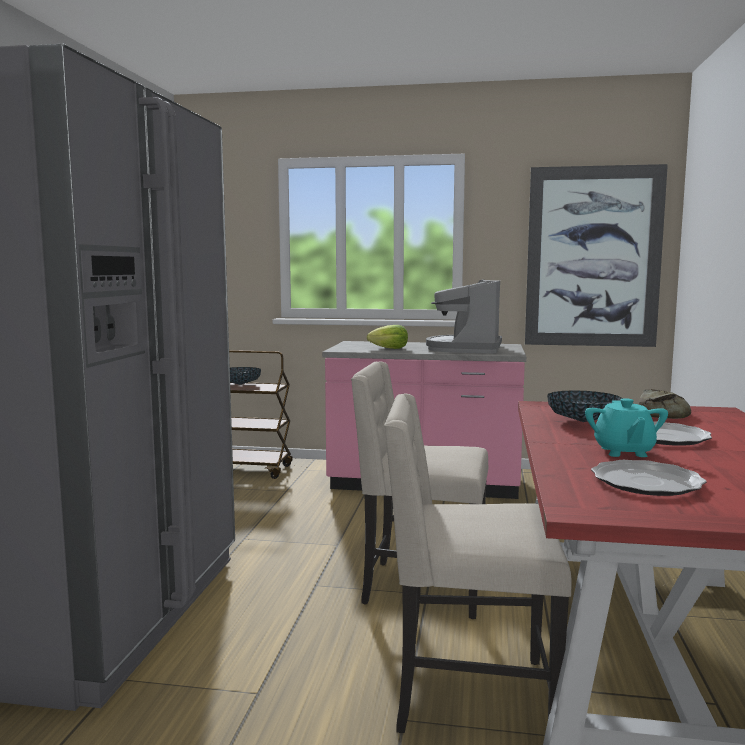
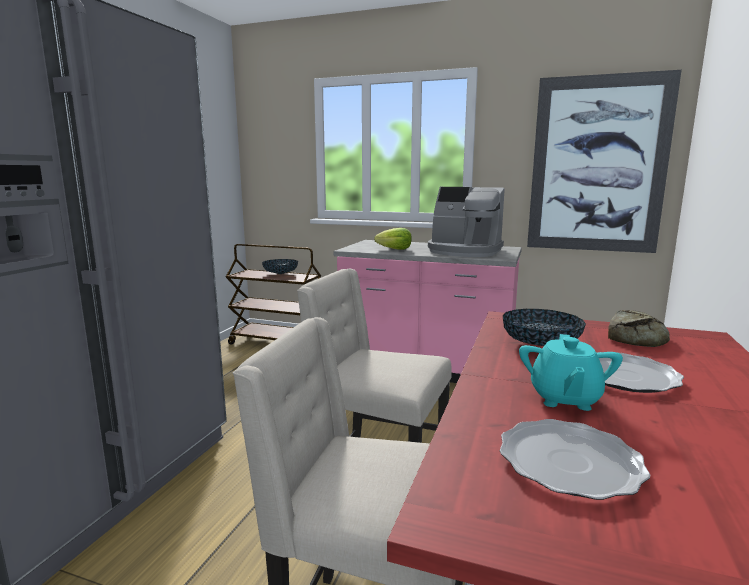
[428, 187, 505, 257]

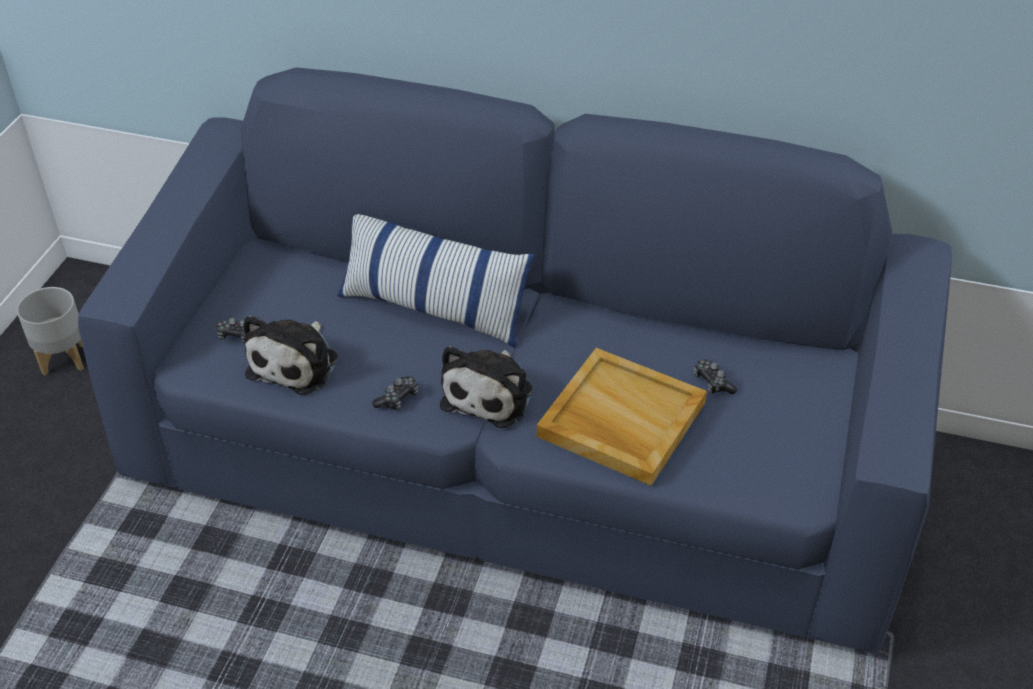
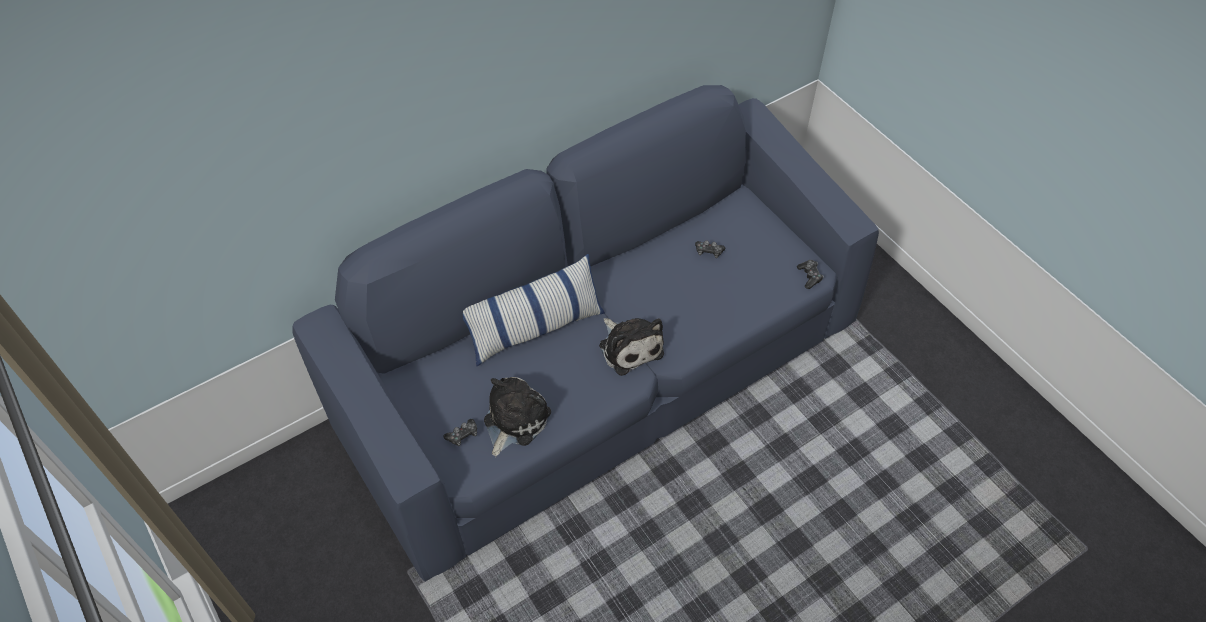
[17, 287, 84, 375] (first image)
[484, 377, 551, 457]
[797, 260, 823, 289]
[537, 348, 707, 486] (first image)

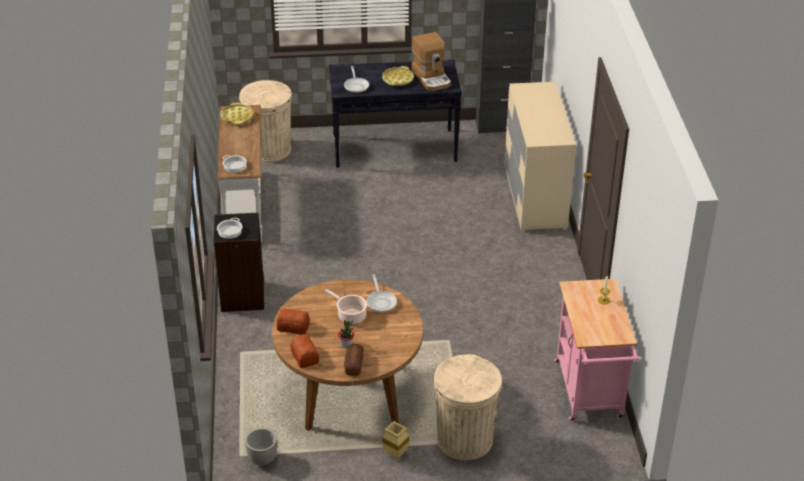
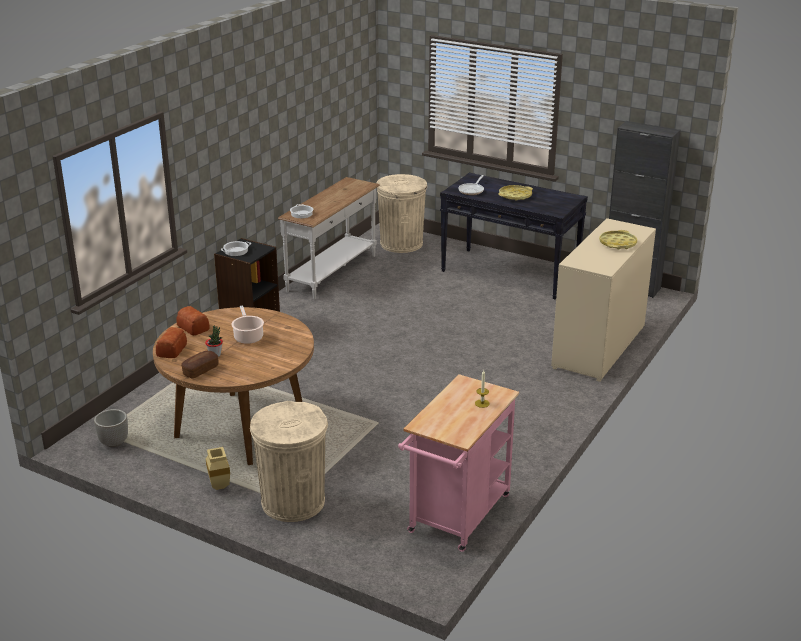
[599, 230, 637, 249]
[366, 275, 397, 312] (first image)
[412, 32, 451, 91] (first image)

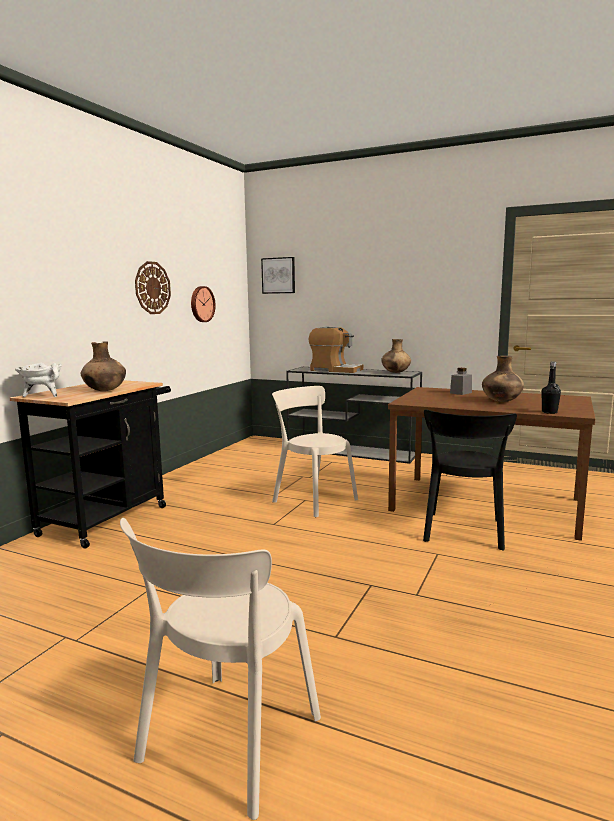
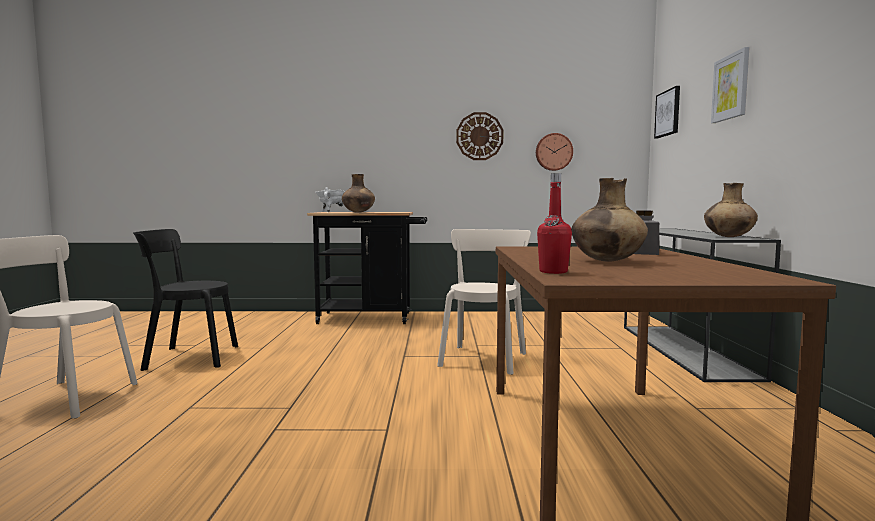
[309, 326, 363, 373] (first image)
[133, 229, 238, 371]
[537, 173, 572, 274]
[711, 47, 749, 123]

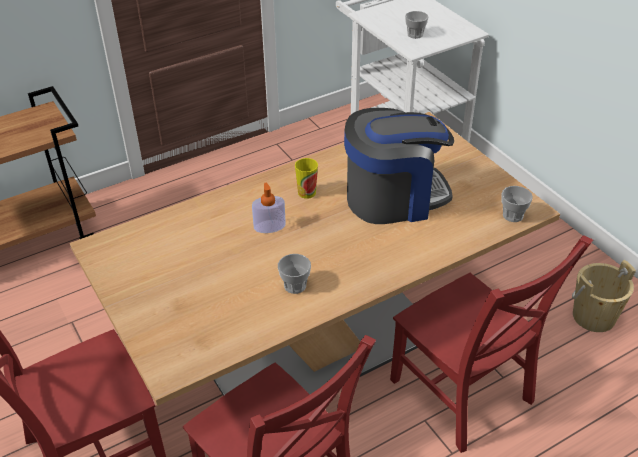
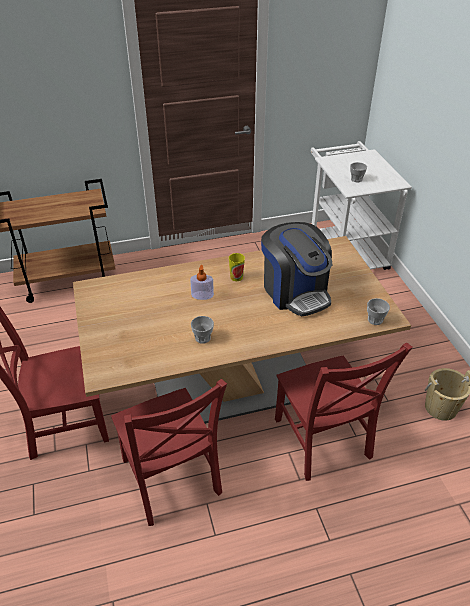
[261, 222, 333, 316]

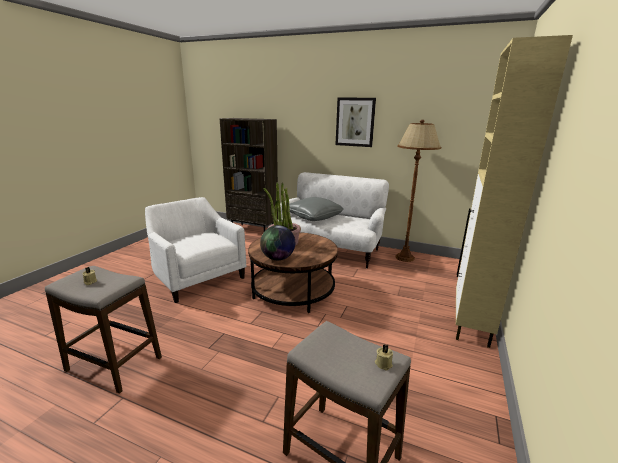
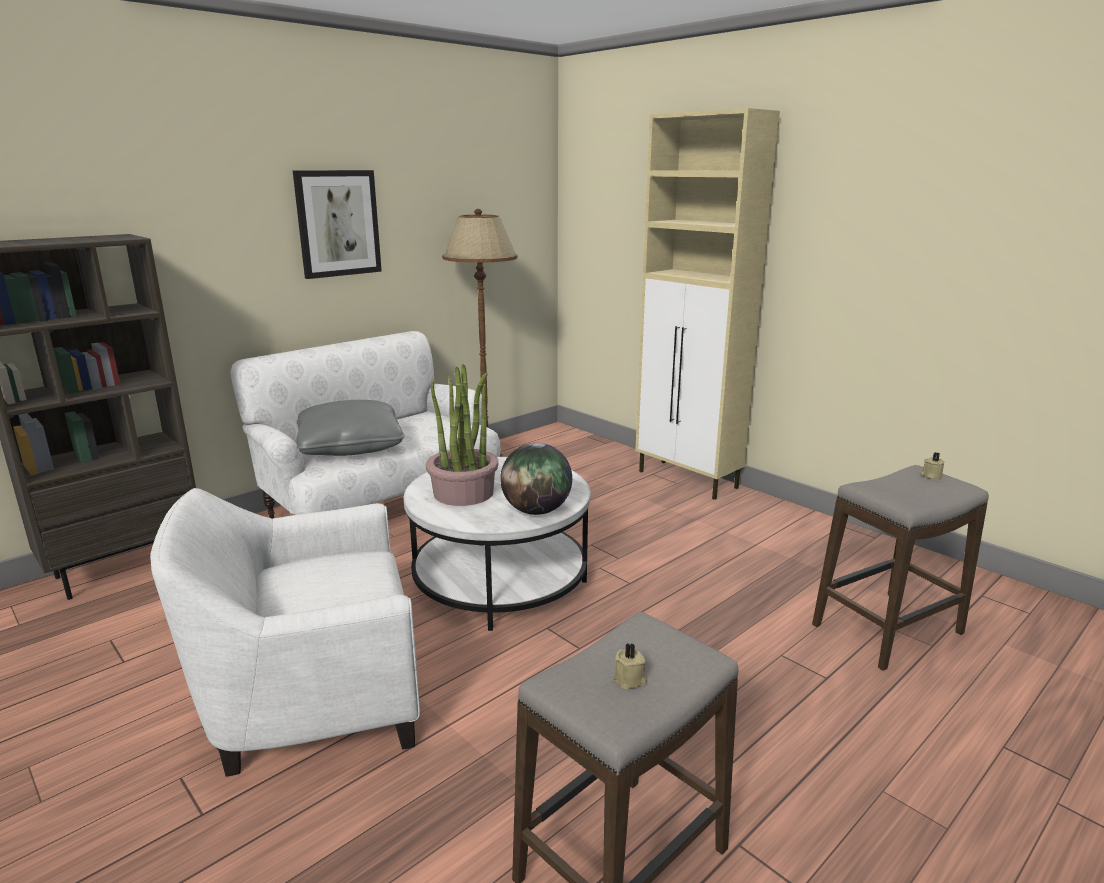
[403, 457, 590, 631]

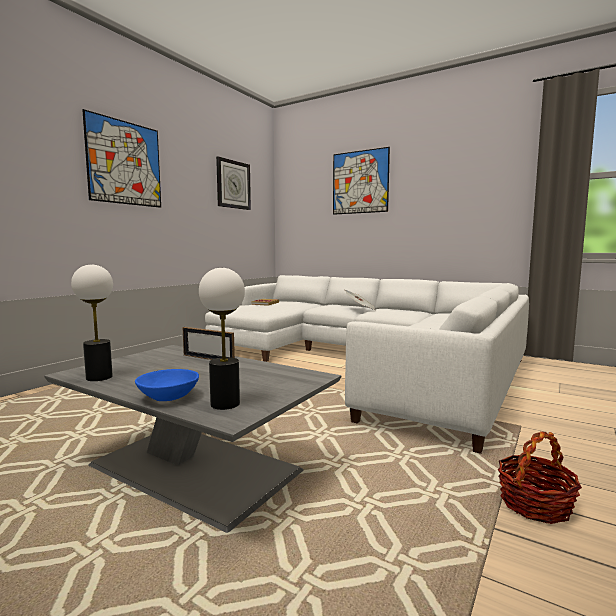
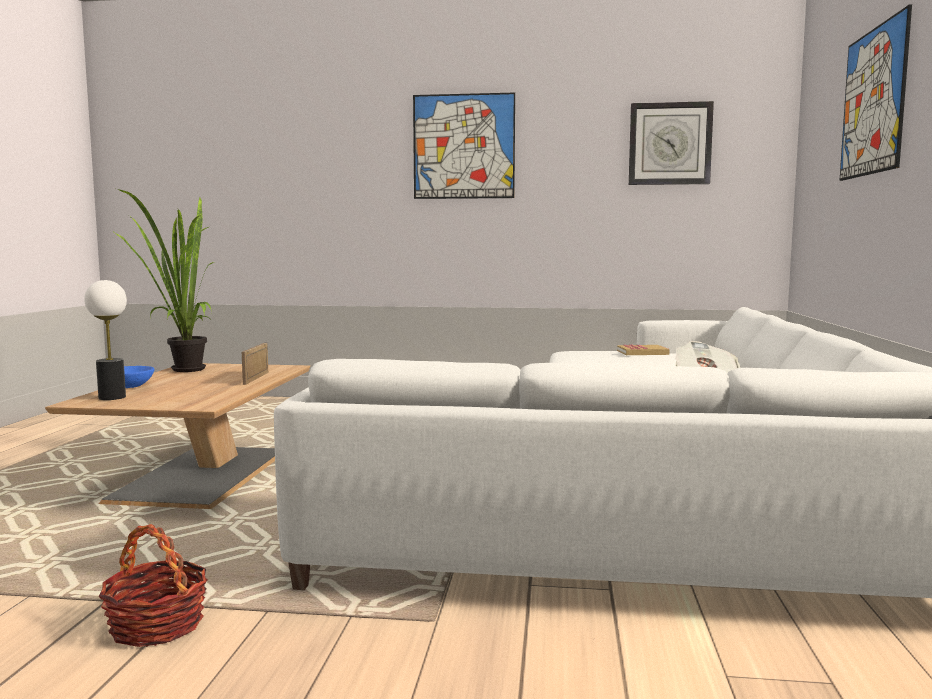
[45, 363, 310, 509]
[114, 189, 214, 372]

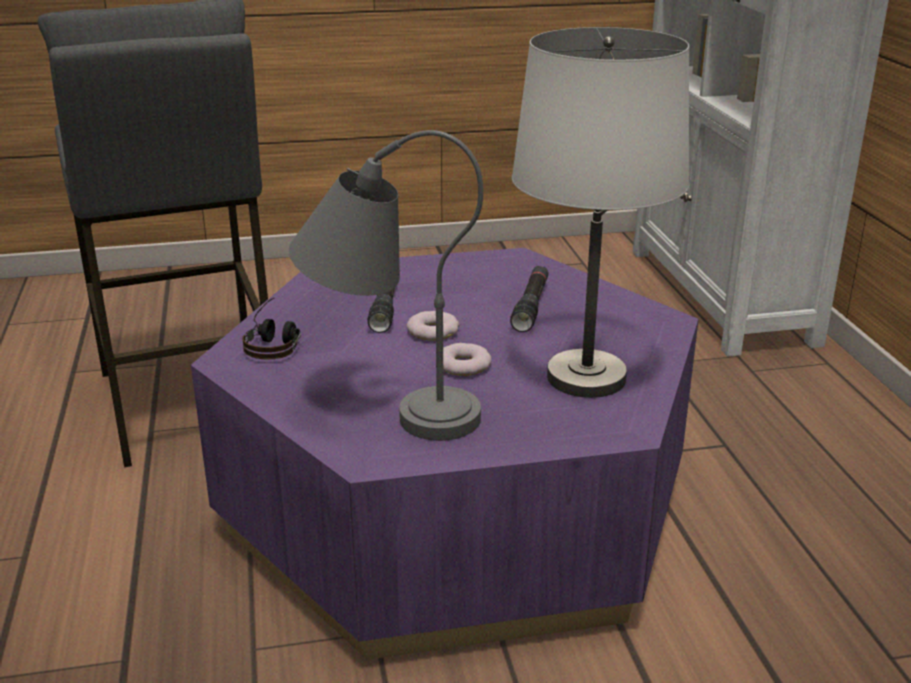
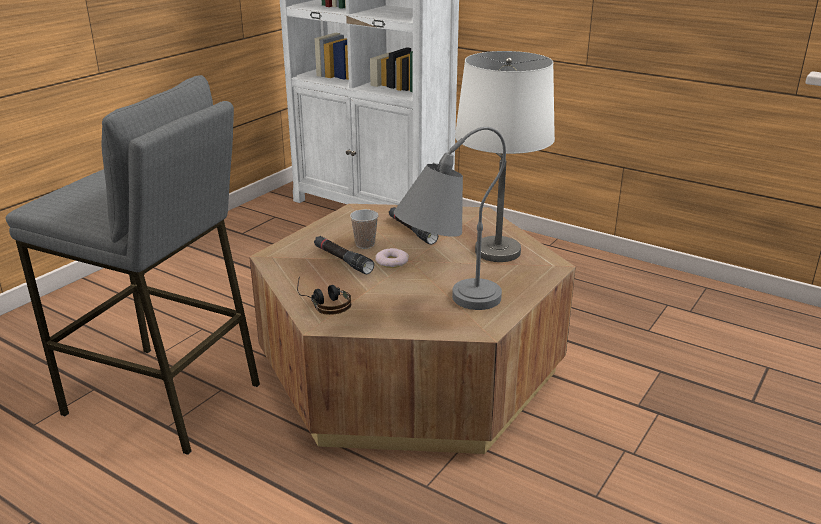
[249, 204, 576, 454]
[443, 343, 492, 376] (first image)
[350, 209, 379, 249]

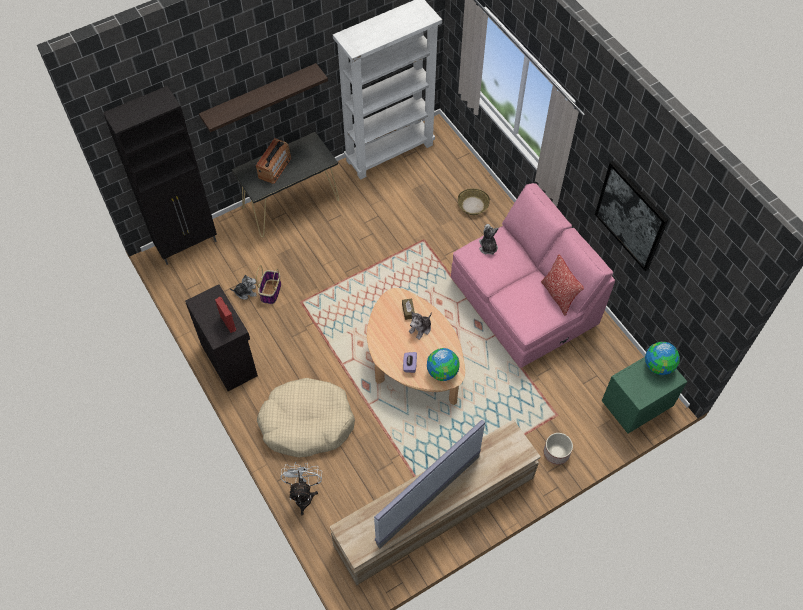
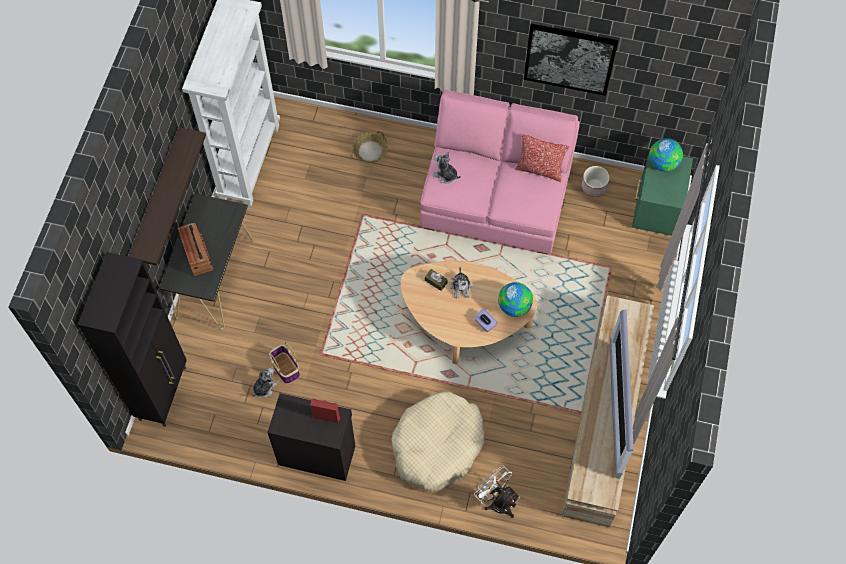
[581, 166, 610, 197]

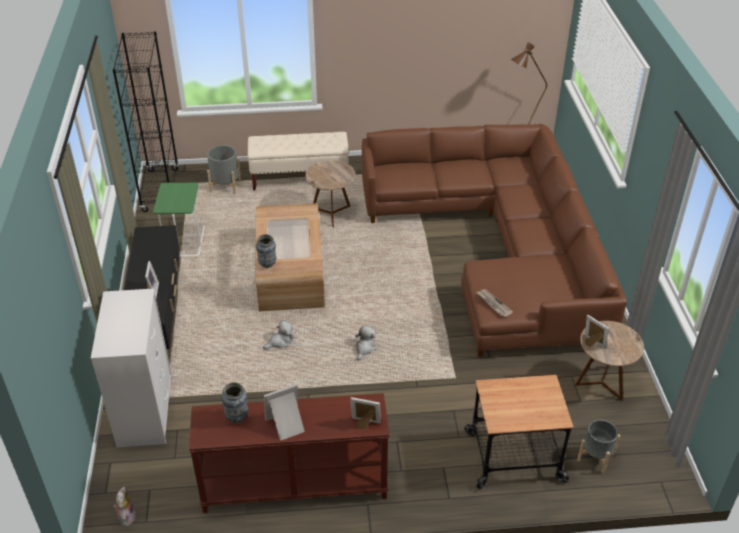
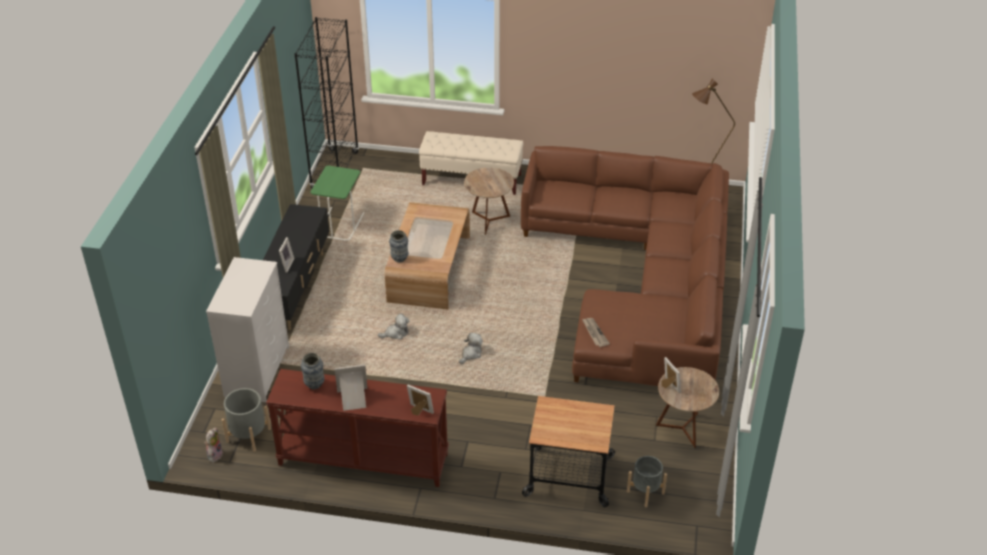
[222, 388, 271, 452]

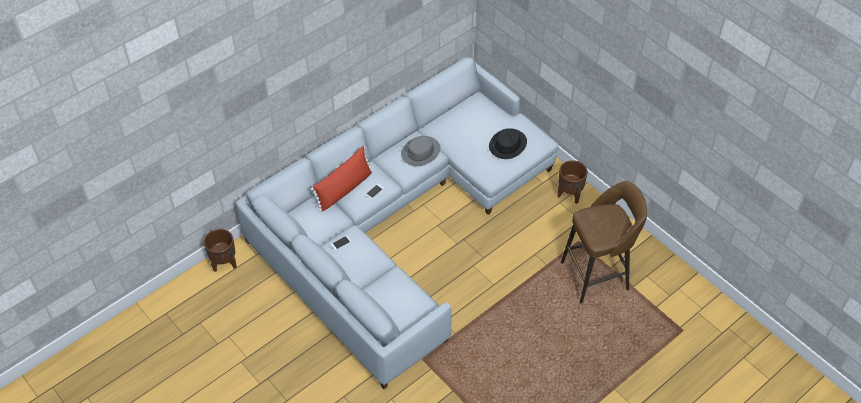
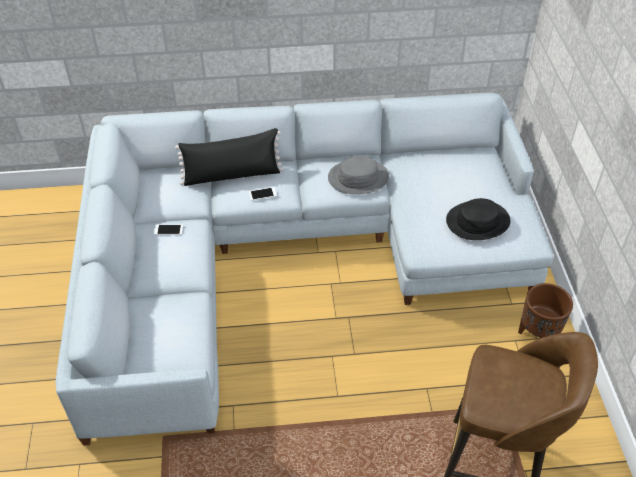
[204, 229, 237, 272] (first image)
[175, 128, 283, 186]

